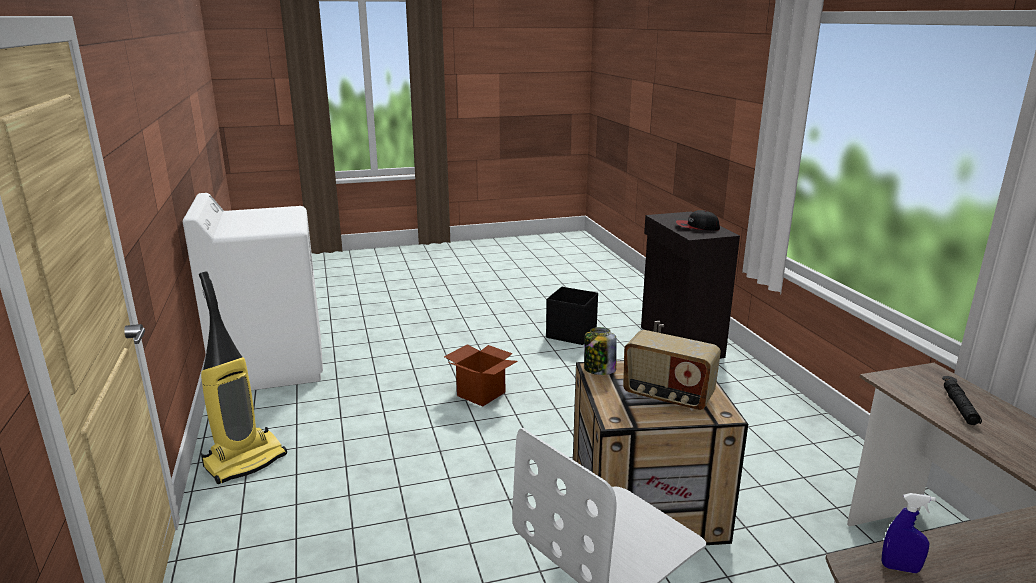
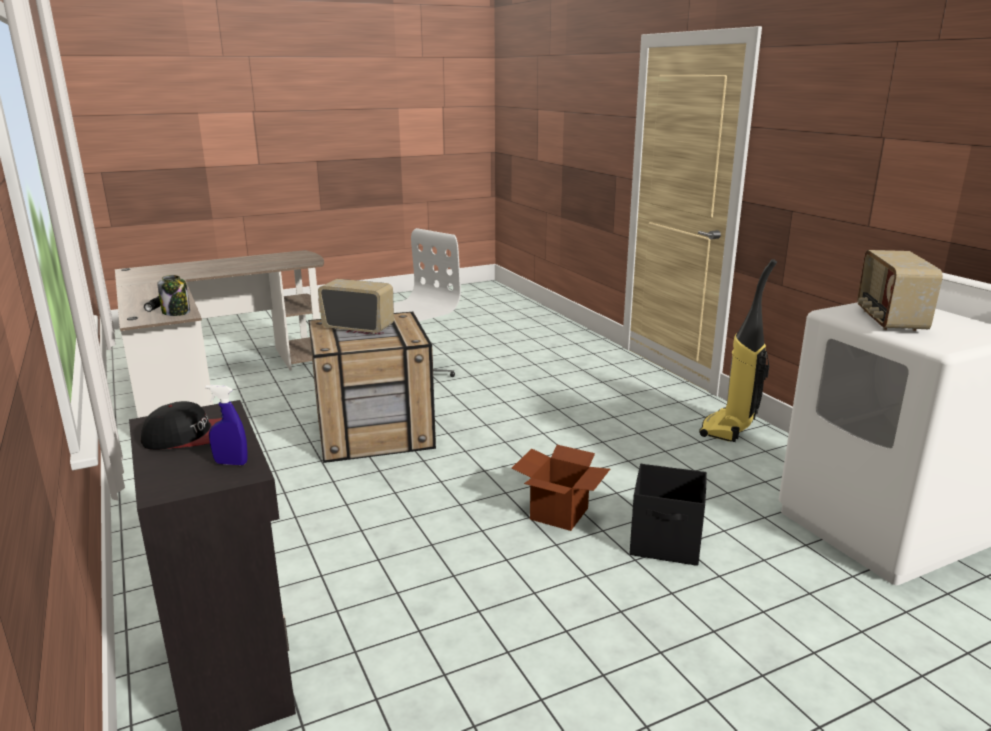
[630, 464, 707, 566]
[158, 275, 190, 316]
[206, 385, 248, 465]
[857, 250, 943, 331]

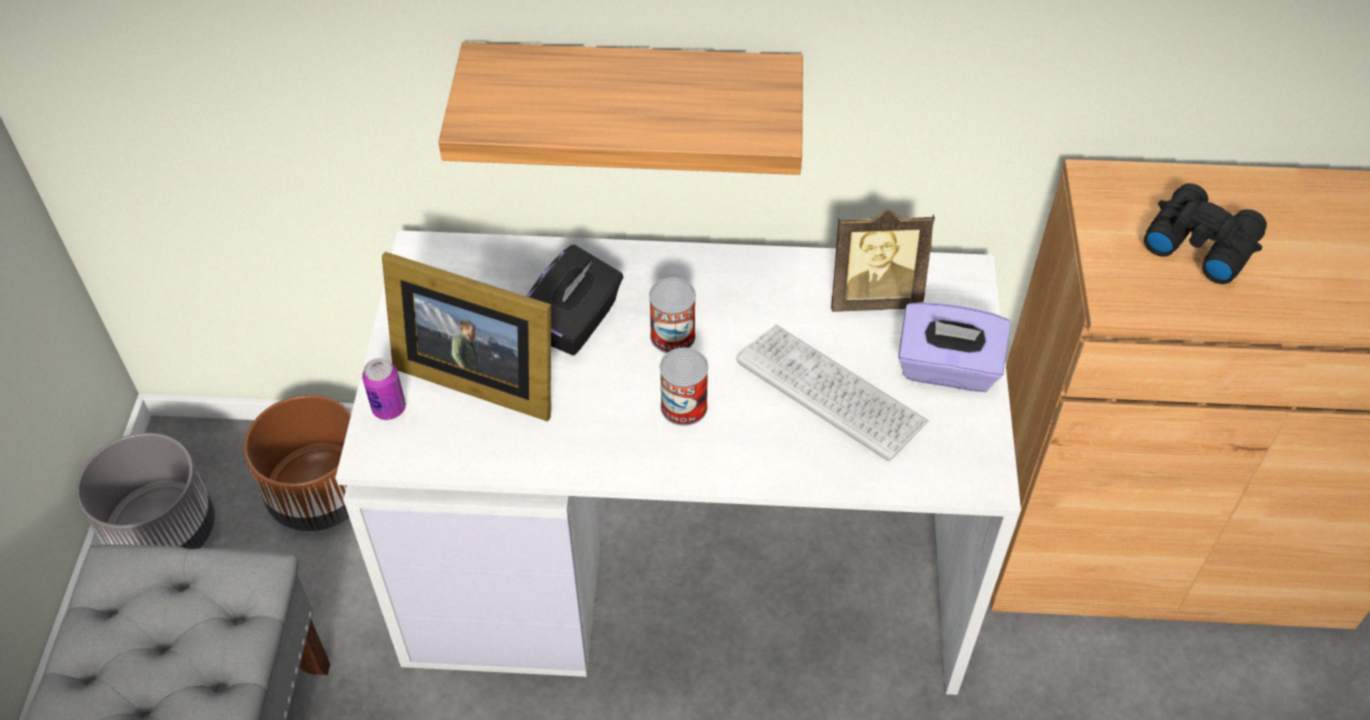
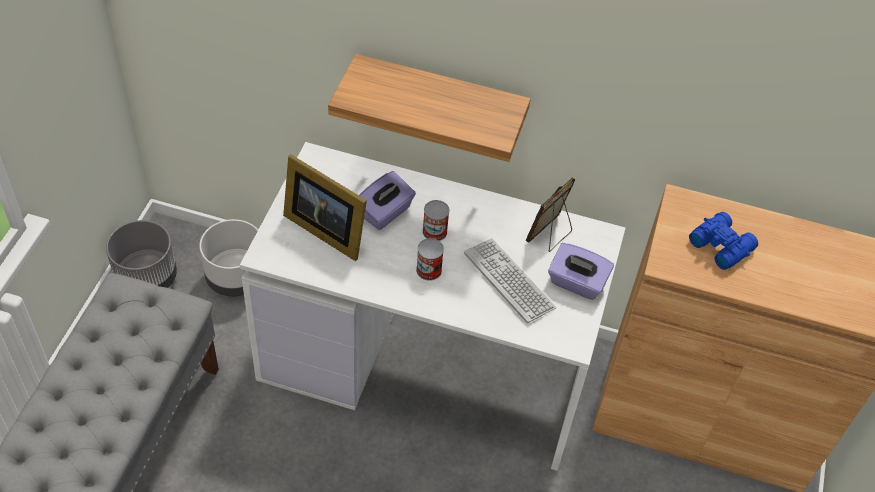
[199, 219, 258, 297]
[362, 358, 406, 420] (first image)
[359, 171, 416, 230]
[526, 177, 576, 252]
[689, 212, 758, 270]

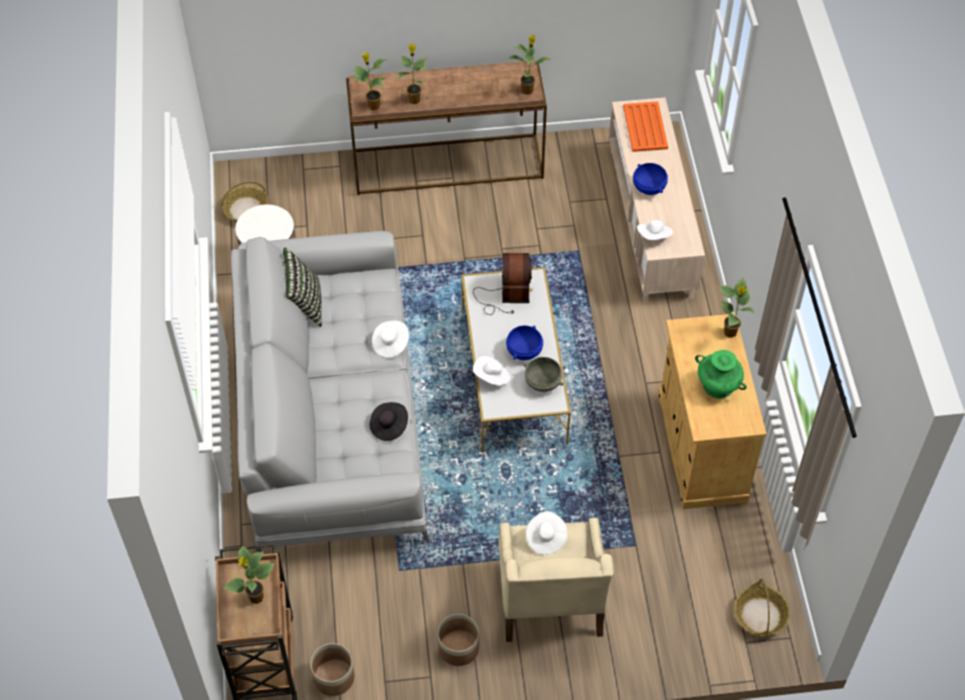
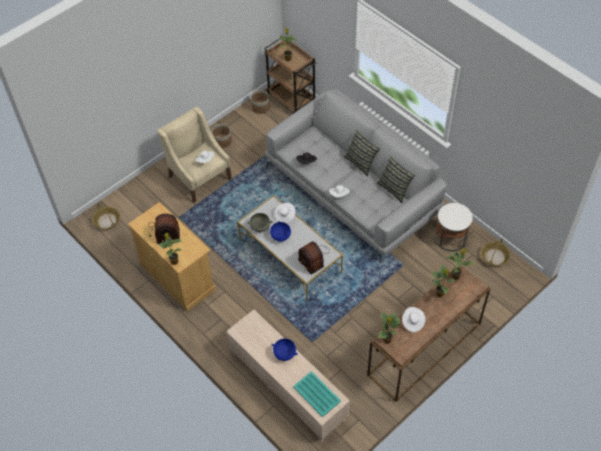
[293, 371, 341, 417]
[402, 307, 426, 332]
[148, 214, 180, 244]
[344, 131, 380, 176]

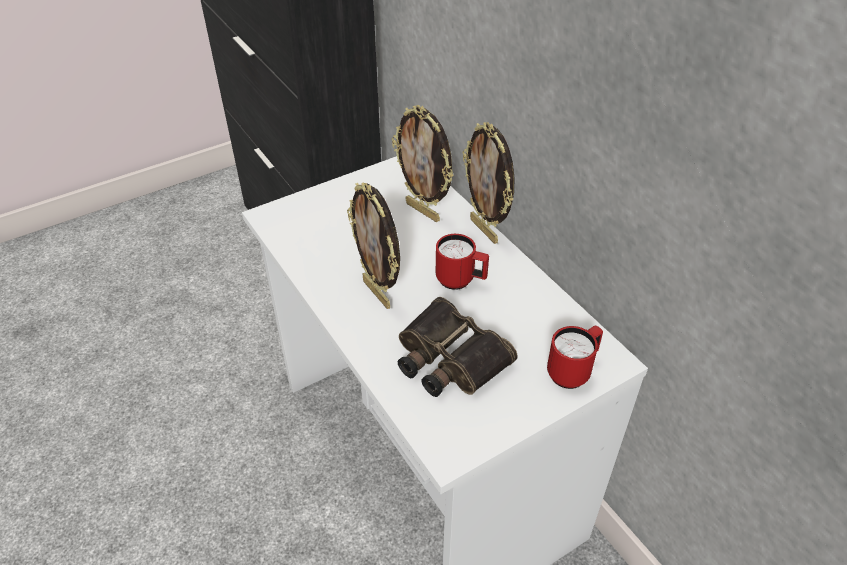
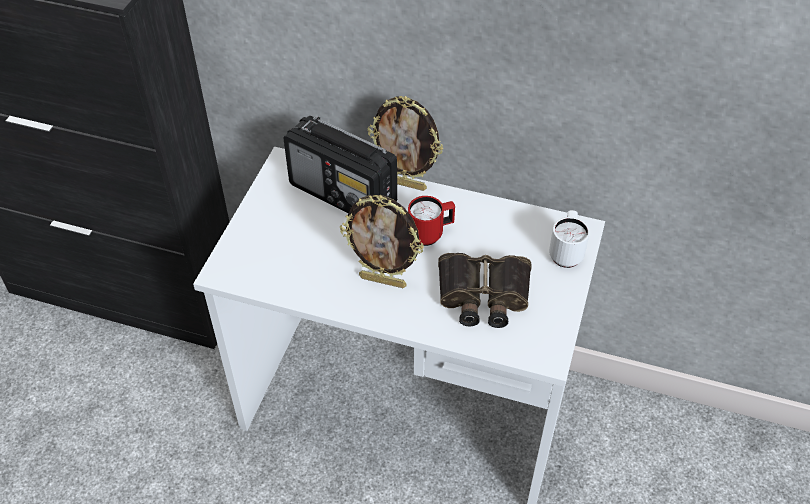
[283, 116, 397, 213]
[549, 210, 590, 268]

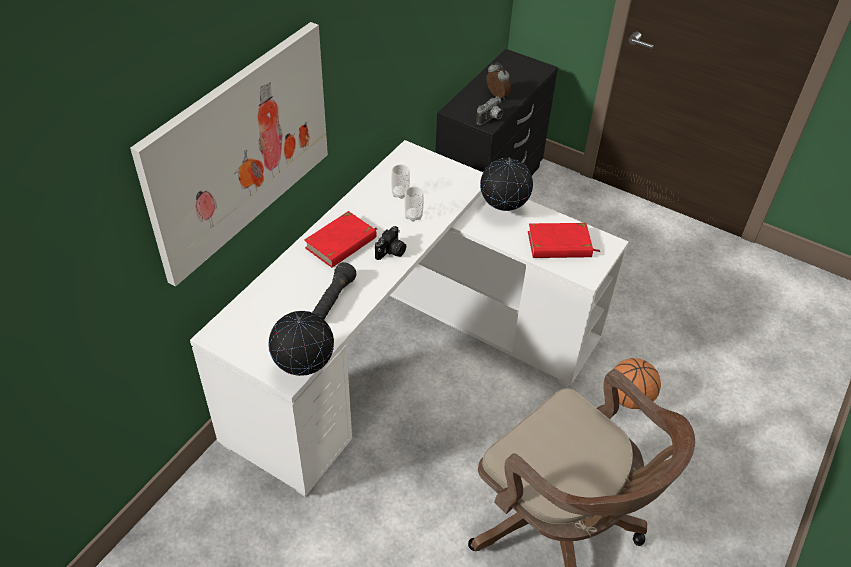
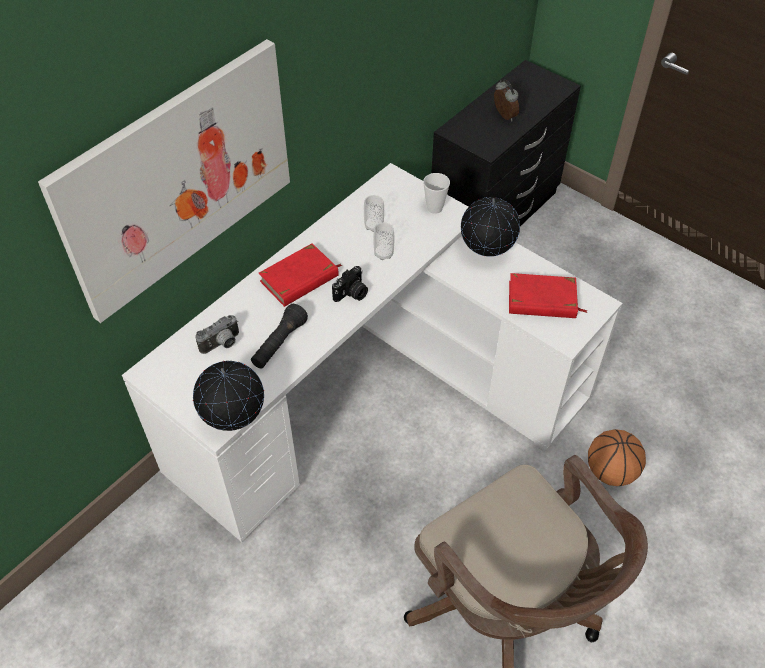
[195, 315, 239, 354]
[423, 173, 450, 214]

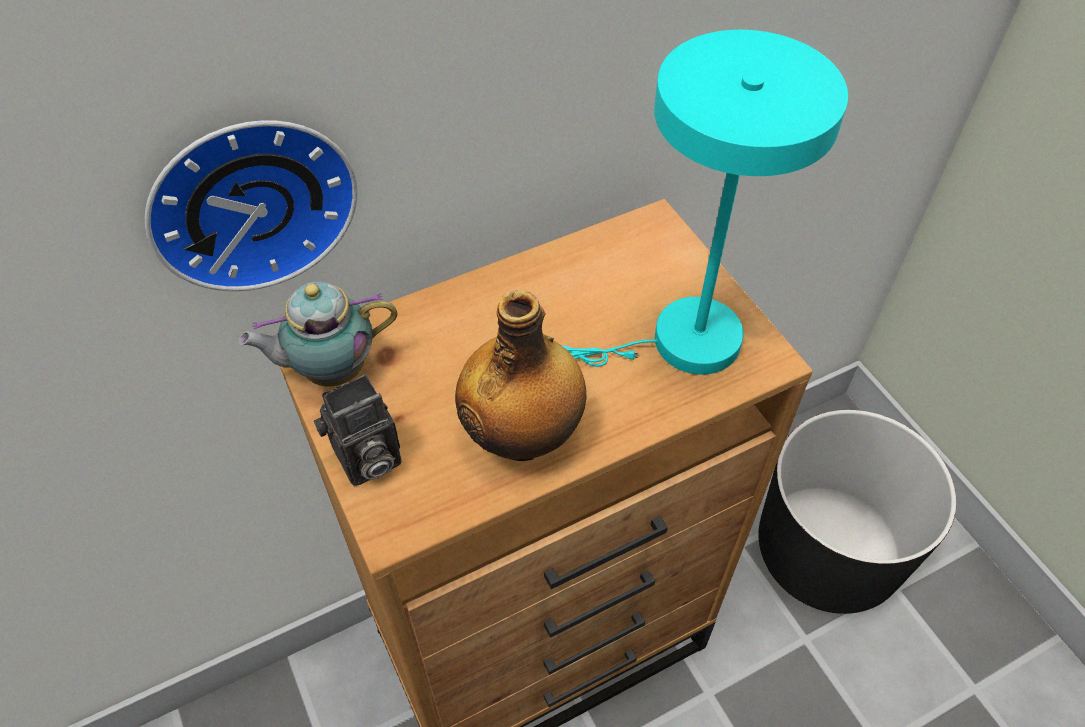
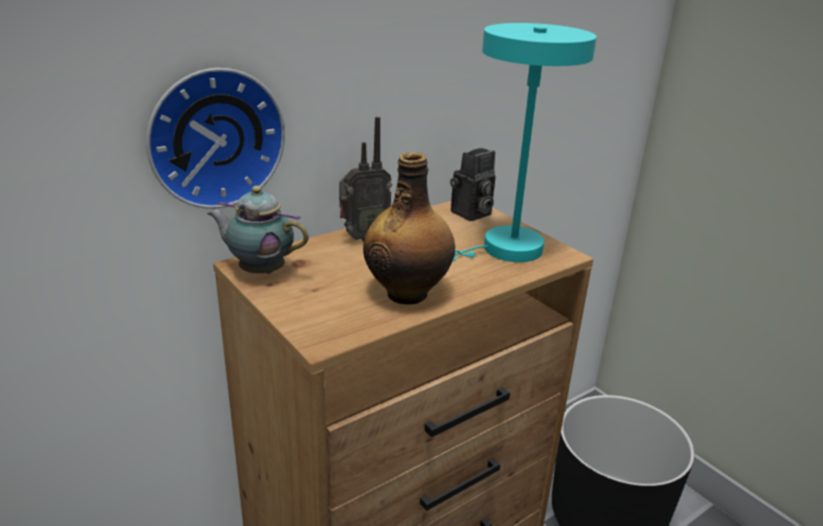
[207, 186, 309, 274]
[450, 148, 495, 221]
[339, 117, 392, 242]

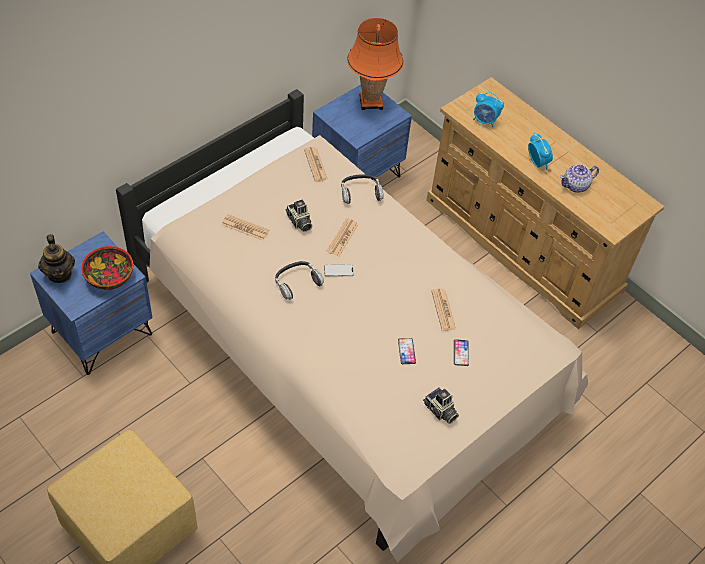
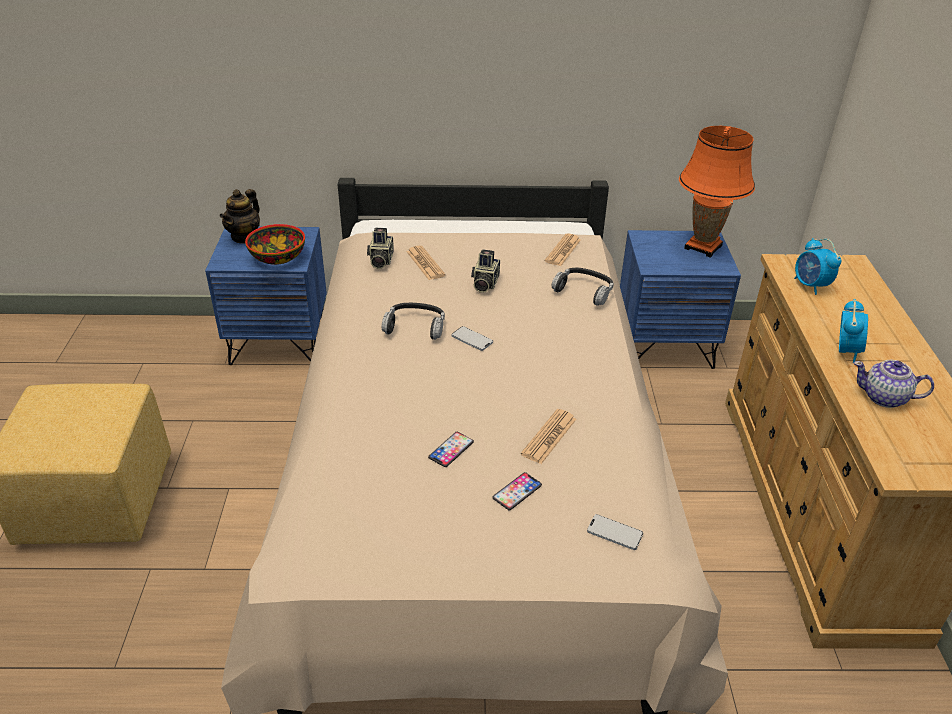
[327, 218, 359, 256] (first image)
[367, 228, 394, 269]
[587, 514, 643, 550]

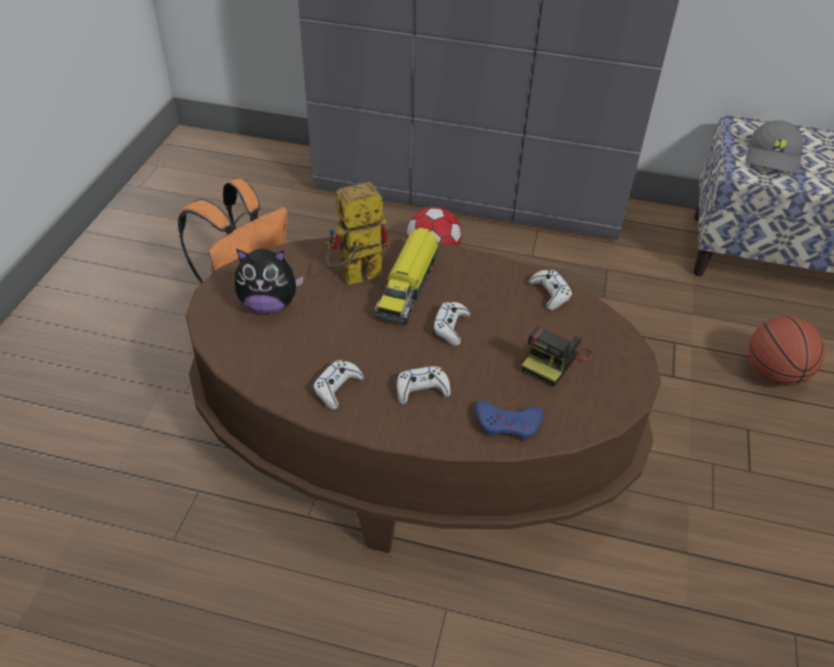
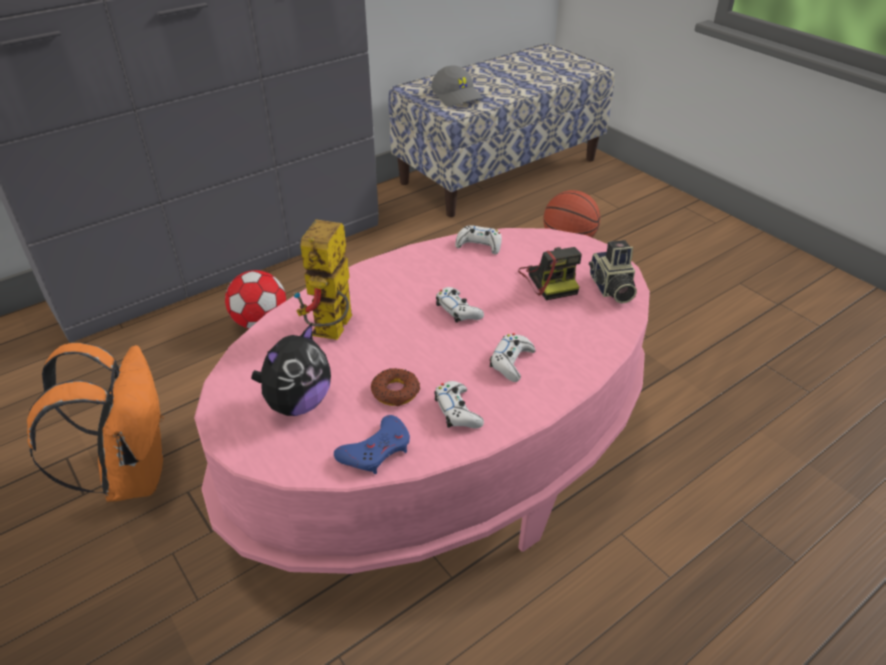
[194, 228, 650, 574]
[374, 227, 438, 324] (first image)
[334, 415, 410, 474]
[371, 368, 420, 406]
[589, 240, 637, 304]

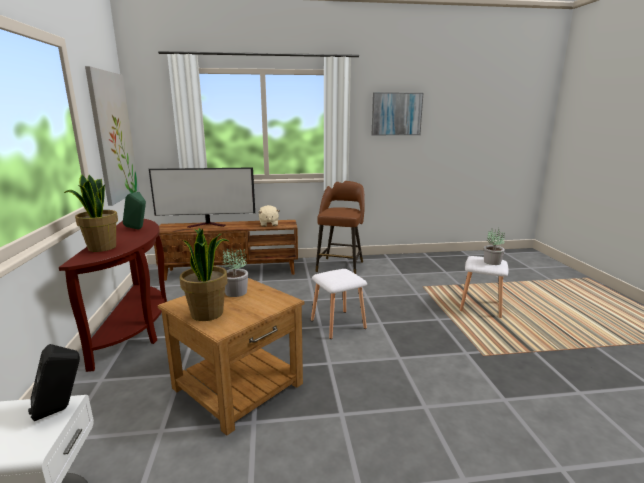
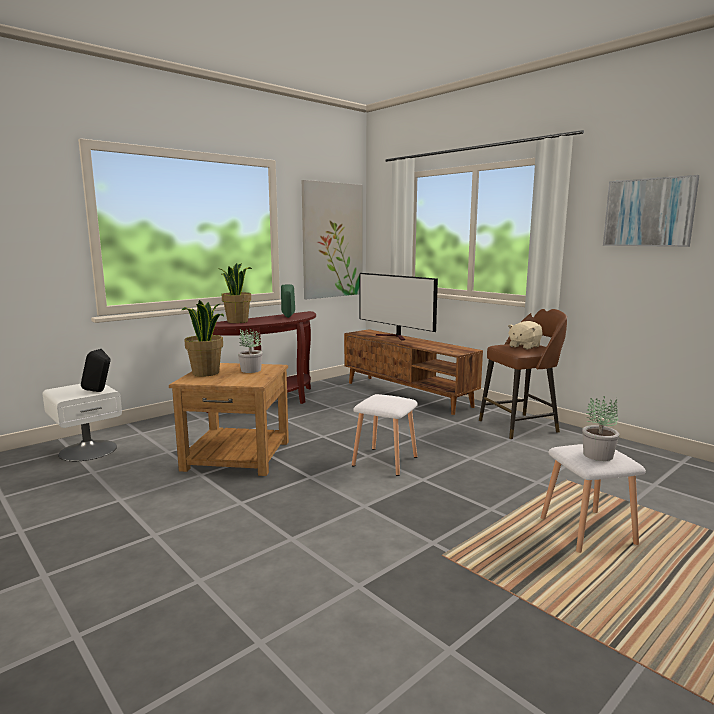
[508, 321, 542, 350]

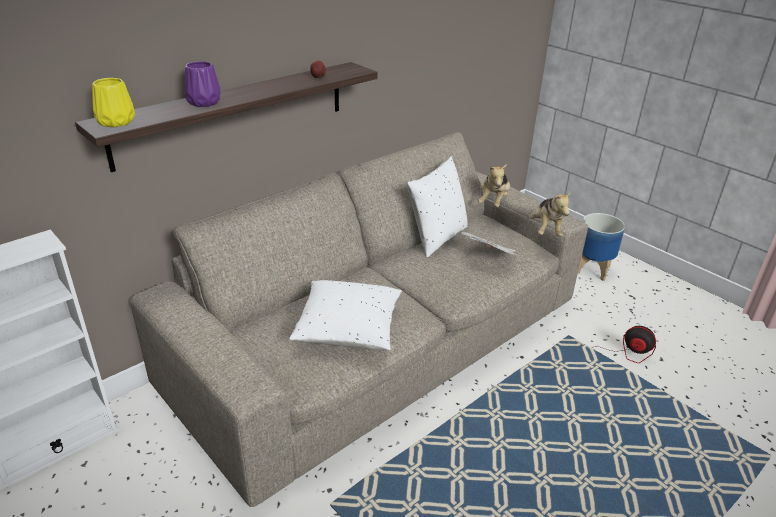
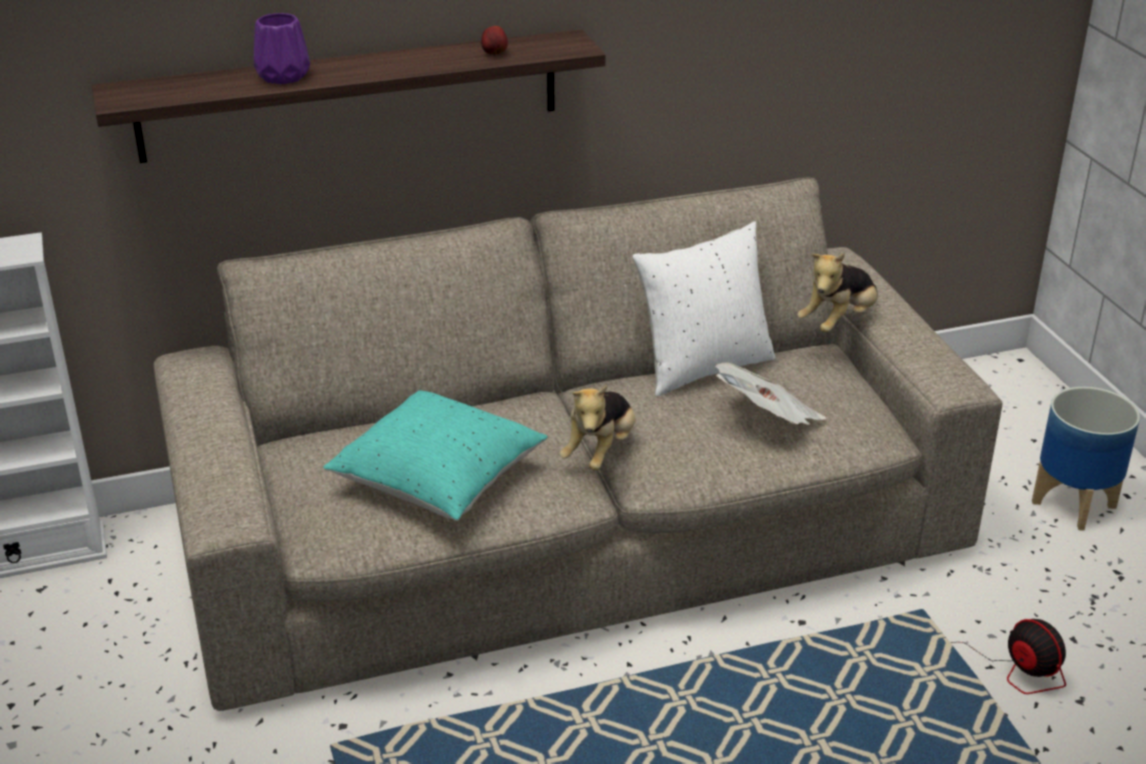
[92, 78, 135, 127] (first image)
[323, 390, 548, 521]
[559, 385, 636, 470]

